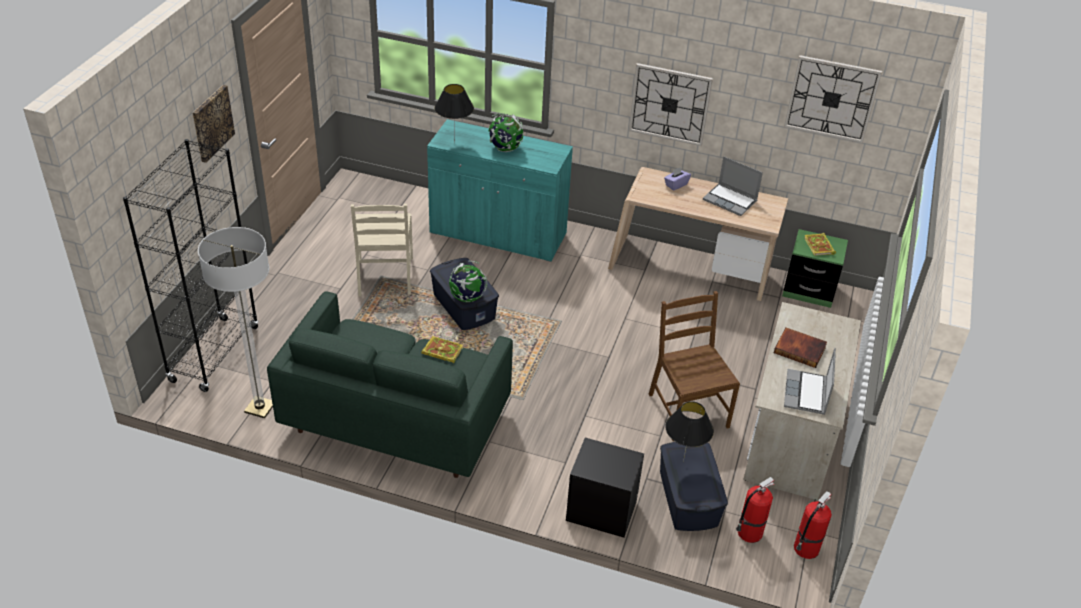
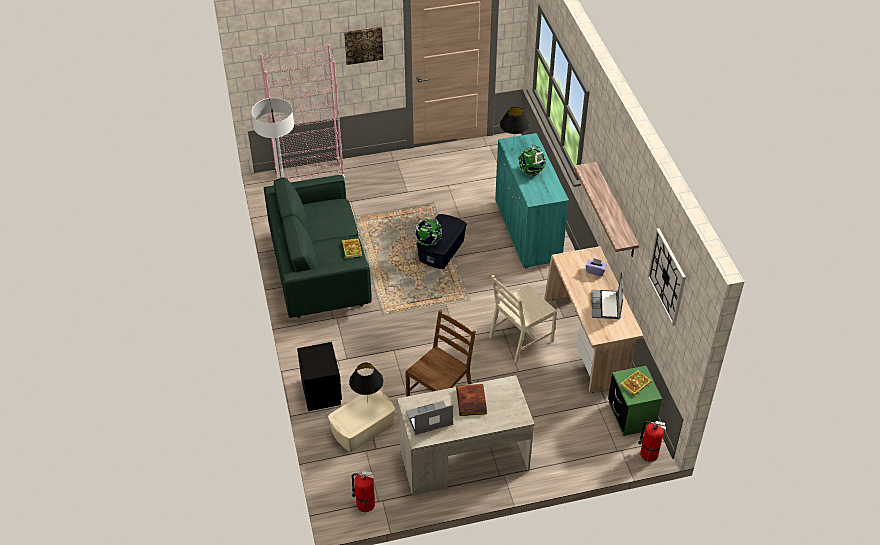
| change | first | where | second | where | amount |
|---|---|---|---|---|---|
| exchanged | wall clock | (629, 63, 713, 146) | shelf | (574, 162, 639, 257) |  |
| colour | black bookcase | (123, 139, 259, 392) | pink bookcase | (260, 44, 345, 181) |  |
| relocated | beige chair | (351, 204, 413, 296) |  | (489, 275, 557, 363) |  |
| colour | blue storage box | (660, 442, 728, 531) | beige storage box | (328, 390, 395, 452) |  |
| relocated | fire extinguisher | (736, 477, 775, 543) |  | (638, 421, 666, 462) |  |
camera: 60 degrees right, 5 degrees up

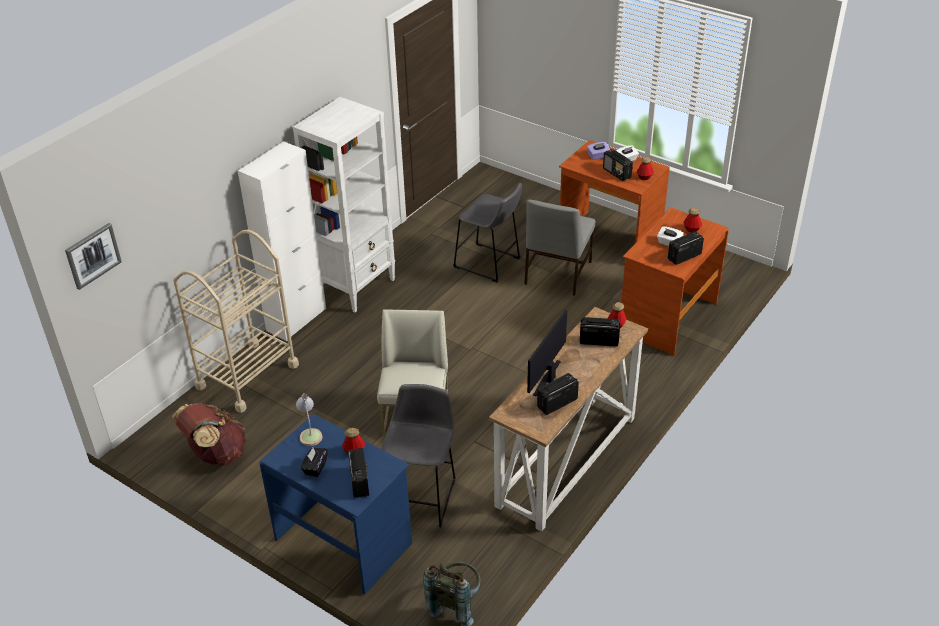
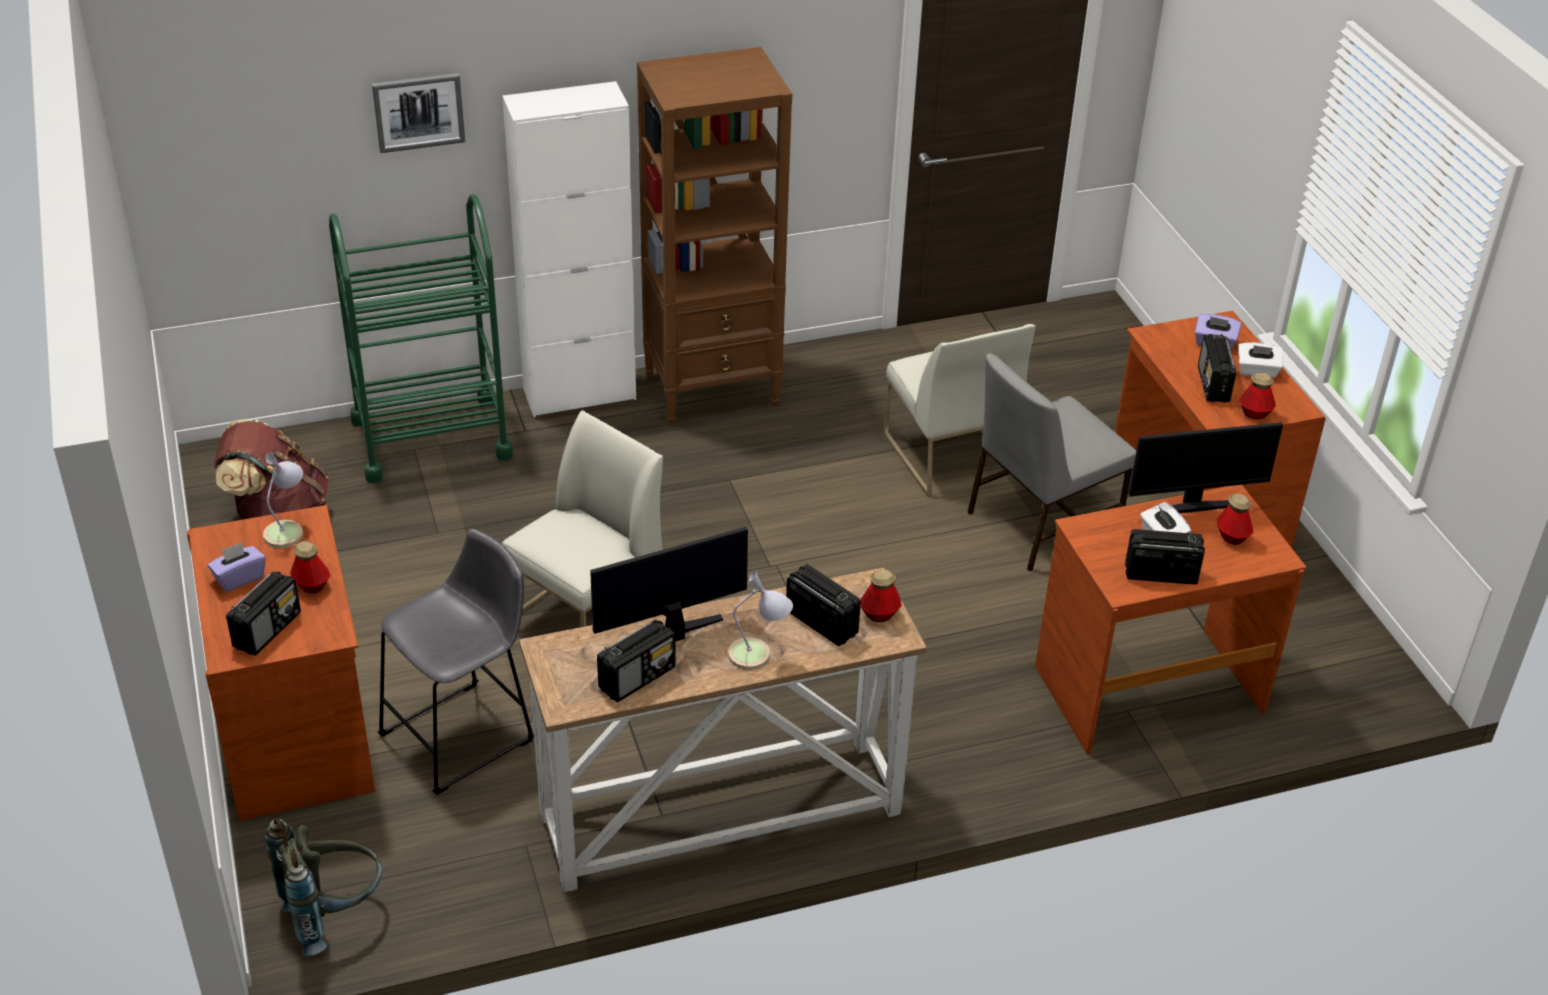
| change | first | where | second | where | amount |
|---|---|---|---|---|---|
| colour | white bookcase | (293, 97, 395, 312) | brown bookcase | (637, 47, 792, 425) |  |
| exchanged | grey stool | (453, 183, 522, 282) | white chair | (884, 324, 1035, 497) |  |
| relocated | picture | (65, 223, 122, 290) |  | (372, 73, 465, 153) |  |
| colour | beige cart | (173, 230, 299, 413) | green cart | (329, 194, 513, 483) |  |
| spun | radio | (537, 373, 579, 415) |  | (597, 620, 676, 702) | 135 degrees clockwise |
| colour | blue desk | (259, 414, 412, 595) | brown desk | (187, 505, 375, 821) |  |
| colour | black tissue box | (301, 448, 328, 477) | purple tissue box | (207, 542, 266, 592) |  |
| appeared |  |  | monitor | (1128, 422, 1283, 513) |  |
| appeared |  |  | table lamp | (728, 571, 793, 670) |  |
camera: 35 degrees right, 0 degrees up

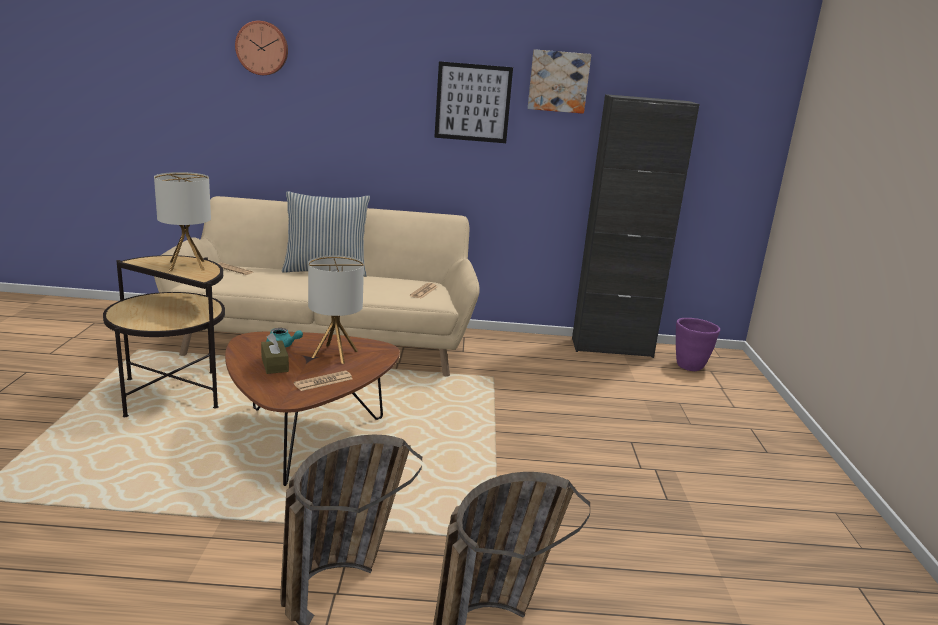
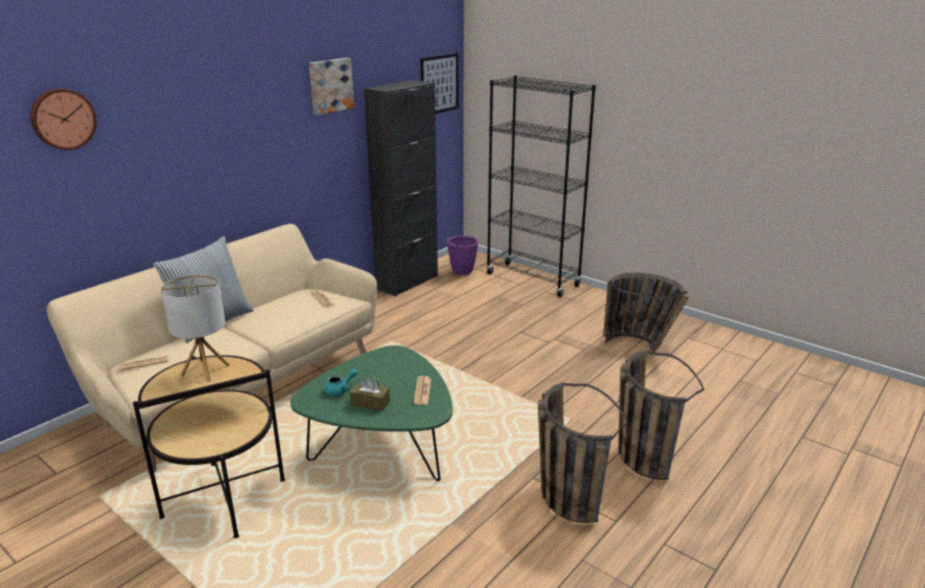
| change | first | where | second | where | amount |
|---|---|---|---|---|---|
| relocated | picture | (434, 61, 513, 143) |  | (420, 53, 458, 114) |  |
| missing | table lamp | (308, 255, 364, 364) |  |  |  |
| colour | brown coffee table | (225, 331, 400, 486) | green coffee table | (290, 345, 453, 481) |  |
| appeared |  |  | black bookcase | (486, 75, 596, 297) |  |
| appeared |  |  | basket | (603, 273, 689, 352) |  |
camera: 50 degrees left, 5 degrees up

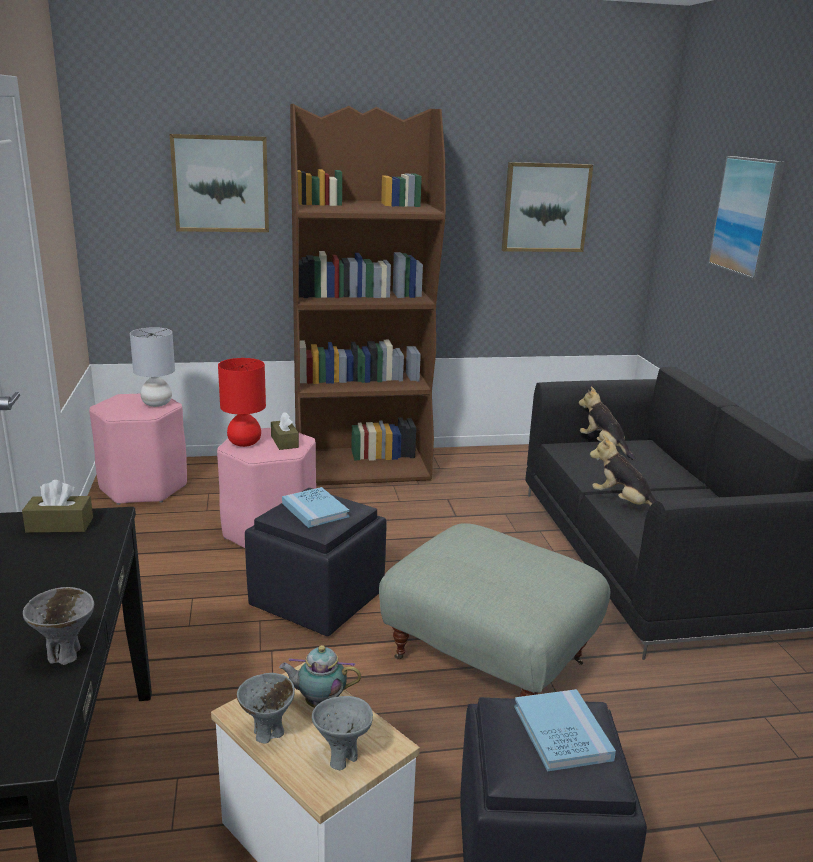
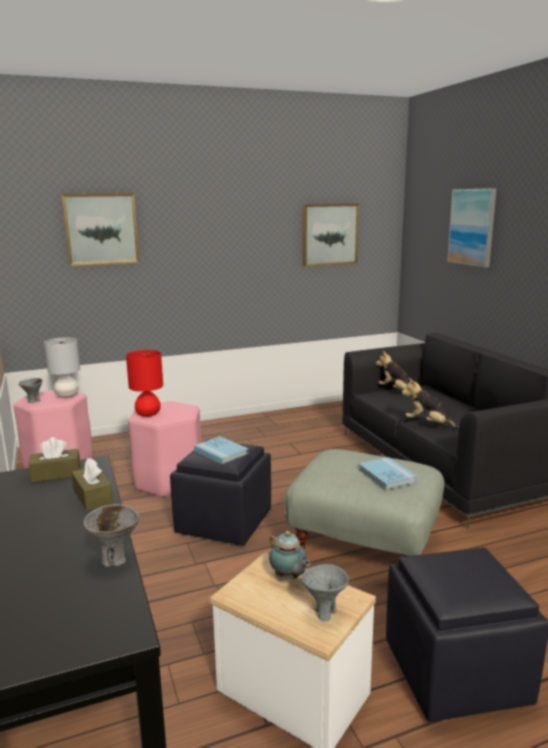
| change | first | where | second | where | amount |
|---|---|---|---|---|---|
| missing | brown bookcase | (290, 104, 446, 486) |  |  |  |
| relocated | brown tissue box | (271, 412, 299, 450) |  | (72, 458, 113, 511) |  |
| spun | teapot | (279, 645, 361, 708) |  | (269, 531, 310, 580) | 120 degrees counterclockwise |
| relocated | grey bowl | (237, 673, 295, 743) |  | (19, 378, 43, 403) |  |
| relocated | blue book | (514, 689, 616, 772) |  | (358, 457, 417, 490) |  |
camera: 10 degrees left, 5 degrees down

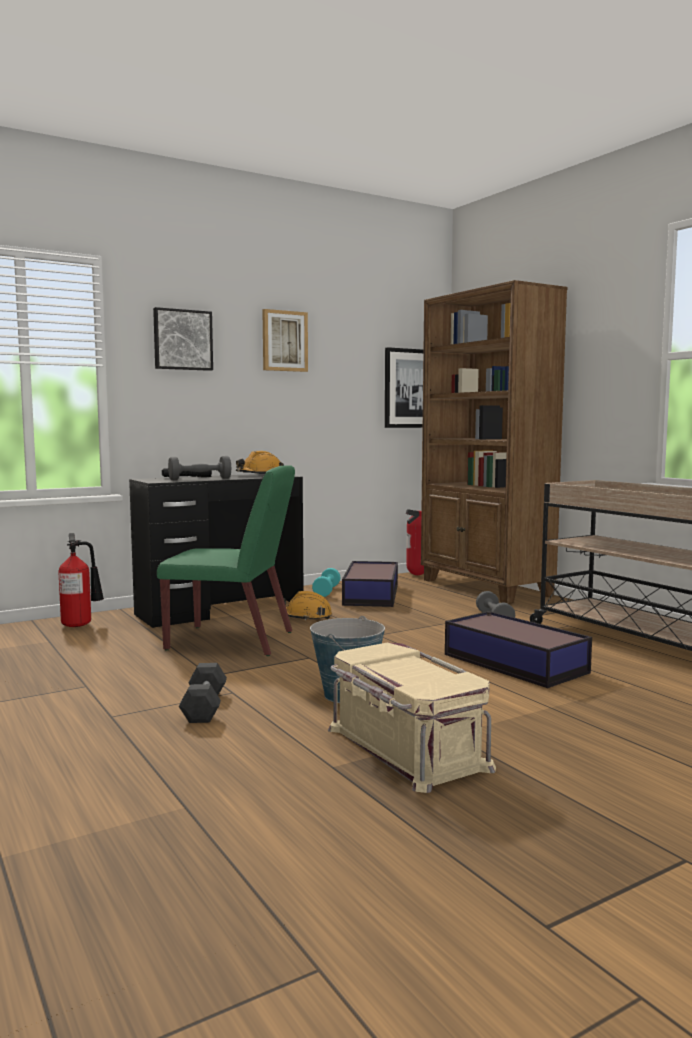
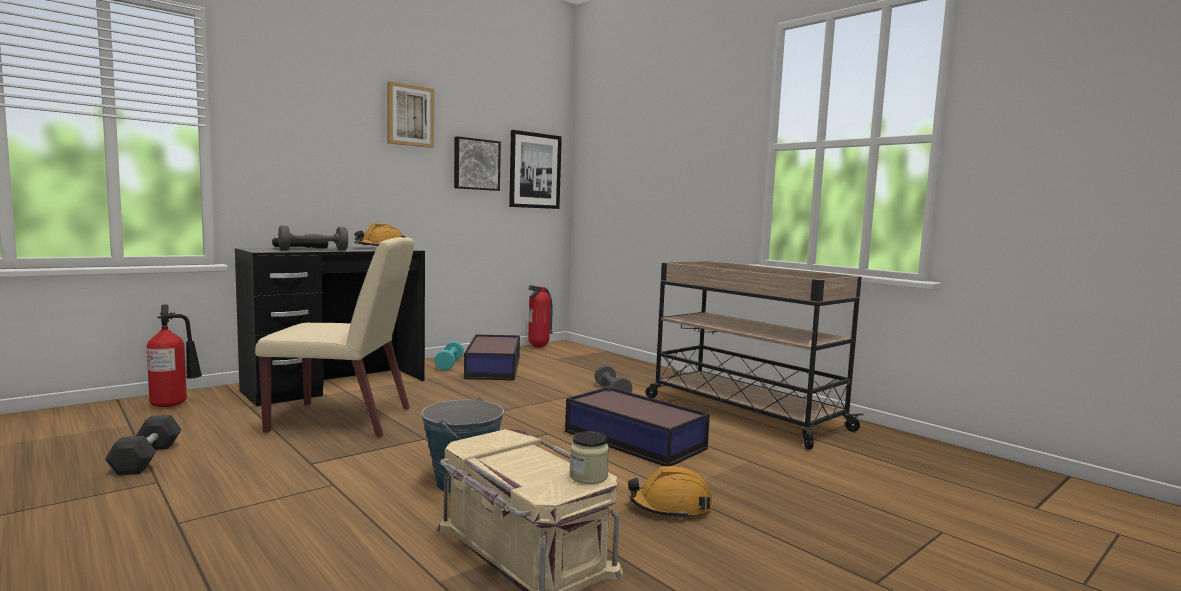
| change | first | where | second | where | amount |
|---|---|---|---|---|---|
| missing | brown bookcase | (421, 280, 567, 604) |  |  |  |
| relocated | picture | (153, 307, 213, 371) |  | (454, 136, 501, 191) |  |
| colour | green chair | (157, 465, 295, 656) | beige chair | (255, 237, 414, 438) |  |
| relocated | orange hard hat | (284, 591, 332, 621) |  | (628, 466, 713, 520) |  |
| relocated | black dumbbell | (179, 663, 227, 723) |  | (105, 415, 182, 475) |  |
| appeared |  |  | jar | (569, 431, 609, 484) |  |
camera: 10 degrees left, 0 degrees up

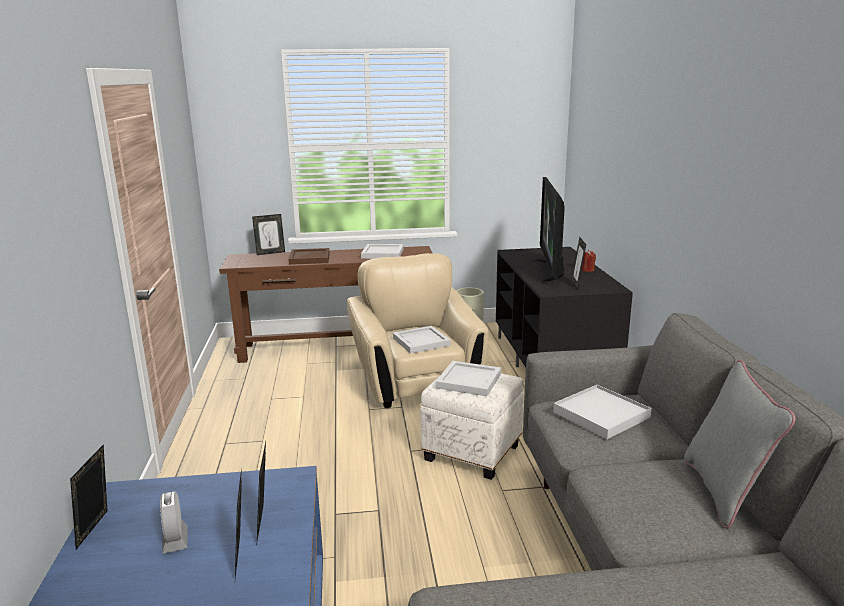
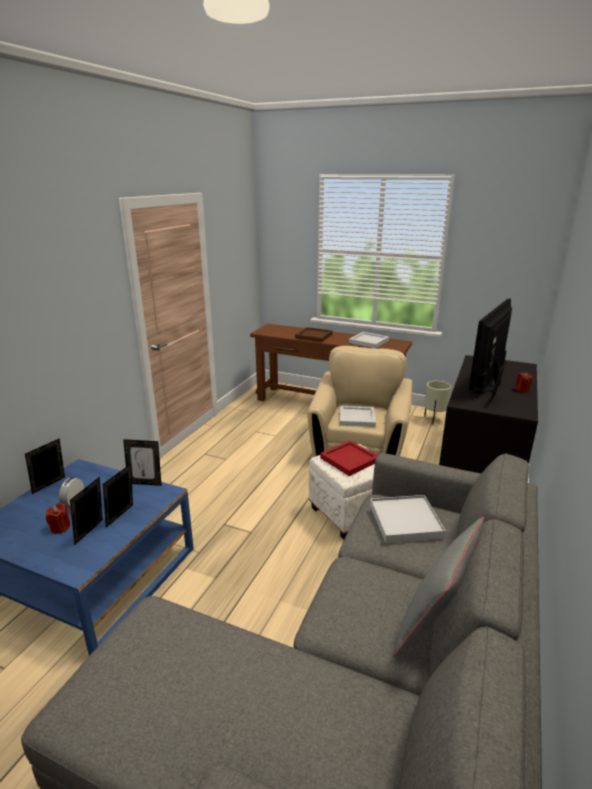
| change | first | where | second | where | amount |
|---|---|---|---|---|---|
| relocated | picture frame | (252, 214, 285, 255) |  | (123, 439, 161, 486) |  |
| colour | white tray | (436, 361, 501, 396) | red tray | (320, 440, 378, 476) |  |
| appeared |  |  | red candle | (46, 503, 70, 534) |  |
camera: 30 degrees right, 5 degrees up

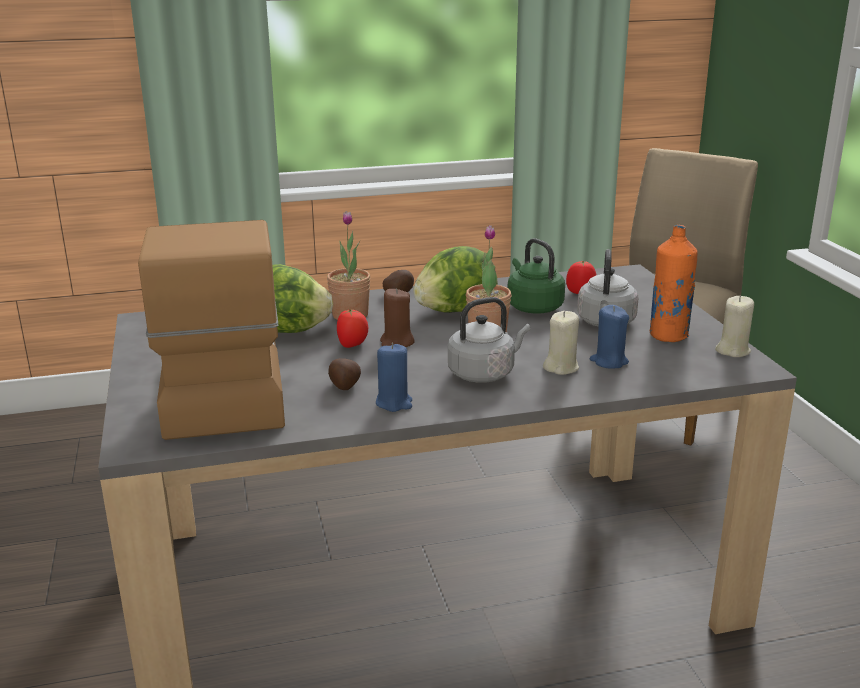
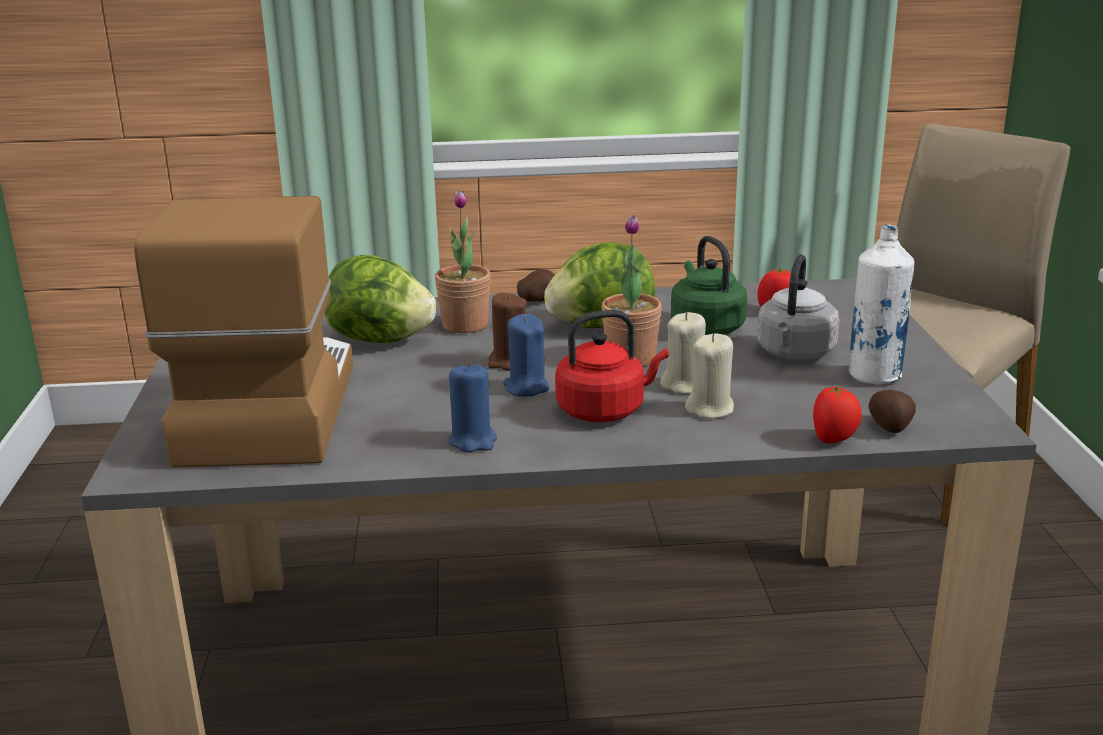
| change | first | where | second | where | amount |
|---|---|---|---|---|---|
| colour | orange bottle | (650, 225, 697, 342) | white bottle | (849, 224, 914, 385) |  |
| relocated | beige candle | (715, 296, 754, 357) |  | (660, 312, 706, 394) |  |
| colour | grey kettle | (448, 297, 531, 383) | red kettle | (555, 310, 669, 422) |  |
| relocated | blue candle | (590, 305, 629, 369) |  | (503, 314, 549, 396) |  |
| relocated | tomato | (337, 309, 368, 348) |  | (813, 386, 862, 443) |  |
| relocated | potato | (328, 358, 361, 390) |  | (869, 390, 916, 433) |  |
camera: 10 degrees right, 0 degrees up

